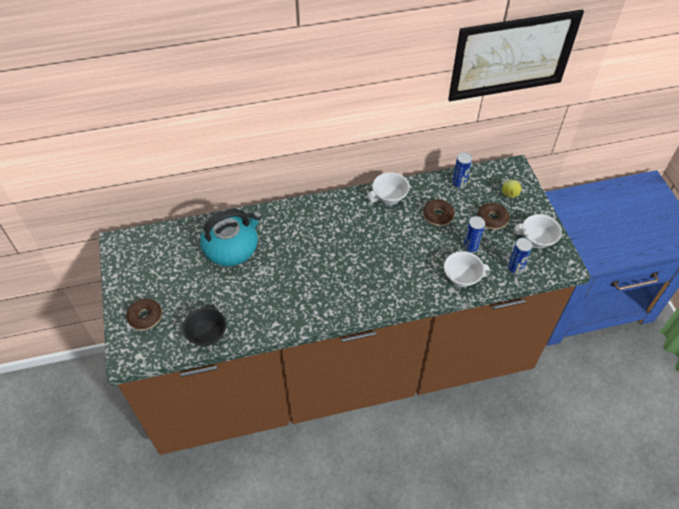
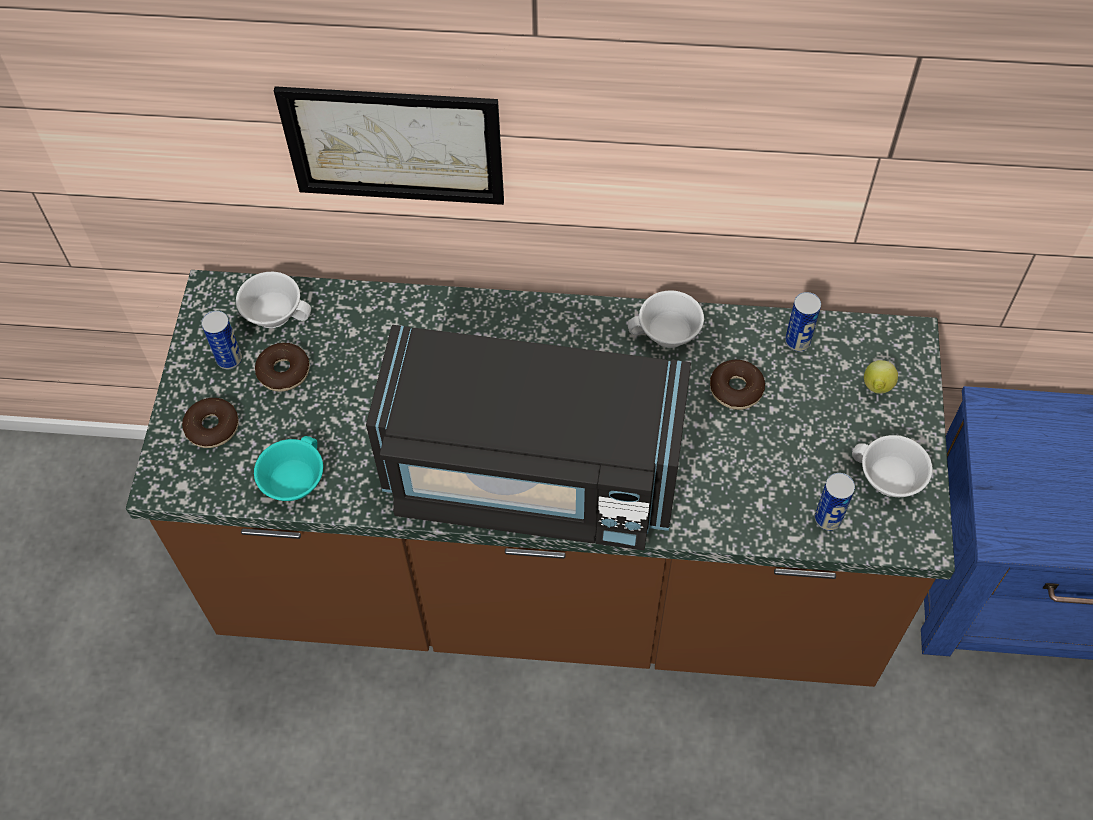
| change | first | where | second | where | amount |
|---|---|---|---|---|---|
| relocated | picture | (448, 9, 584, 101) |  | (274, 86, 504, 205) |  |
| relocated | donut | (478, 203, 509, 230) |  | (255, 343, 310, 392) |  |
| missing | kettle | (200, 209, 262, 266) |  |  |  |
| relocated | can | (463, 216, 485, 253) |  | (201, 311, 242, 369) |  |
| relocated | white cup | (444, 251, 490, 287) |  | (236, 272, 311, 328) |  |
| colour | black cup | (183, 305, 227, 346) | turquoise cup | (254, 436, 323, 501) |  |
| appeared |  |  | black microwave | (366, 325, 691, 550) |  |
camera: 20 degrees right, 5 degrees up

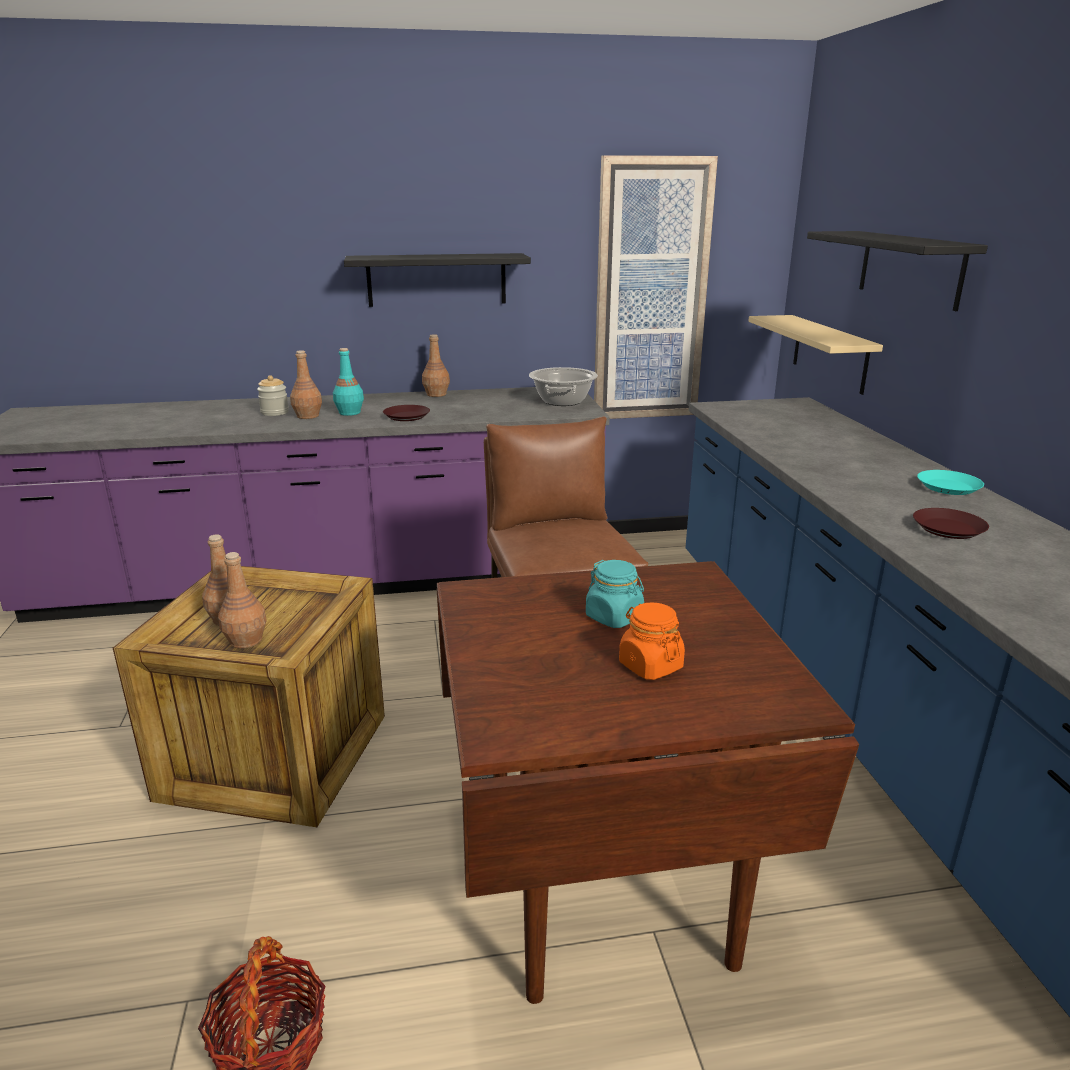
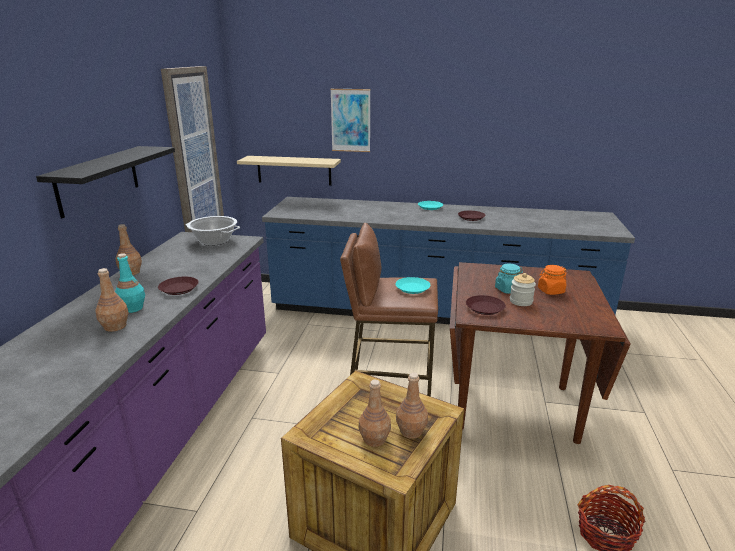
| change | first | where | second | where | amount |
|---|---|---|---|---|---|
| exchanged | black shelf | (807, 231, 988, 311) | picture | (330, 89, 370, 152) |  |
| relocated | jar | (257, 375, 289, 416) |  | (510, 273, 536, 306) |  |
| appeared |  |  | turquoise plate | (396, 277, 430, 294) |  |
| appeared |  |  | brown plate | (466, 295, 506, 315) |  |
camera: 70 degrees left, 0 degrees up

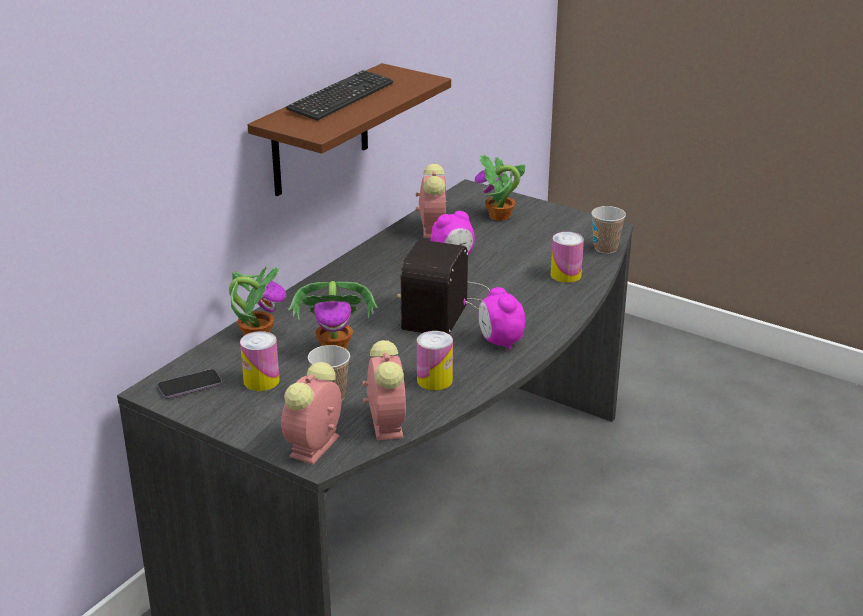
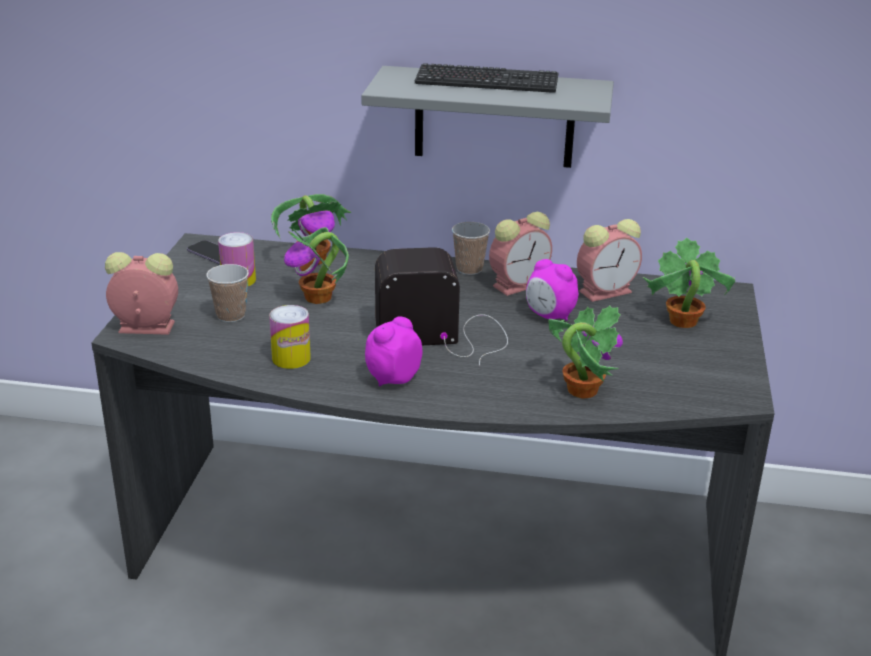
| change | first | where | second | where | amount |
|---|---|---|---|---|---|
| colour | brown shelf | (248, 63, 451, 196) | grey shelf | (361, 66, 614, 168) |  |
| relocated | cup | (591, 206, 626, 254) |  | (452, 222, 490, 275) |  |
| exchanged | can | (551, 232, 584, 283) | potted plant | (548, 305, 623, 399) |  |
| relocated | alarm clock | (363, 340, 407, 440) |  | (489, 212, 552, 296) |  |
camera: 65 degrees right, 0 degrees up

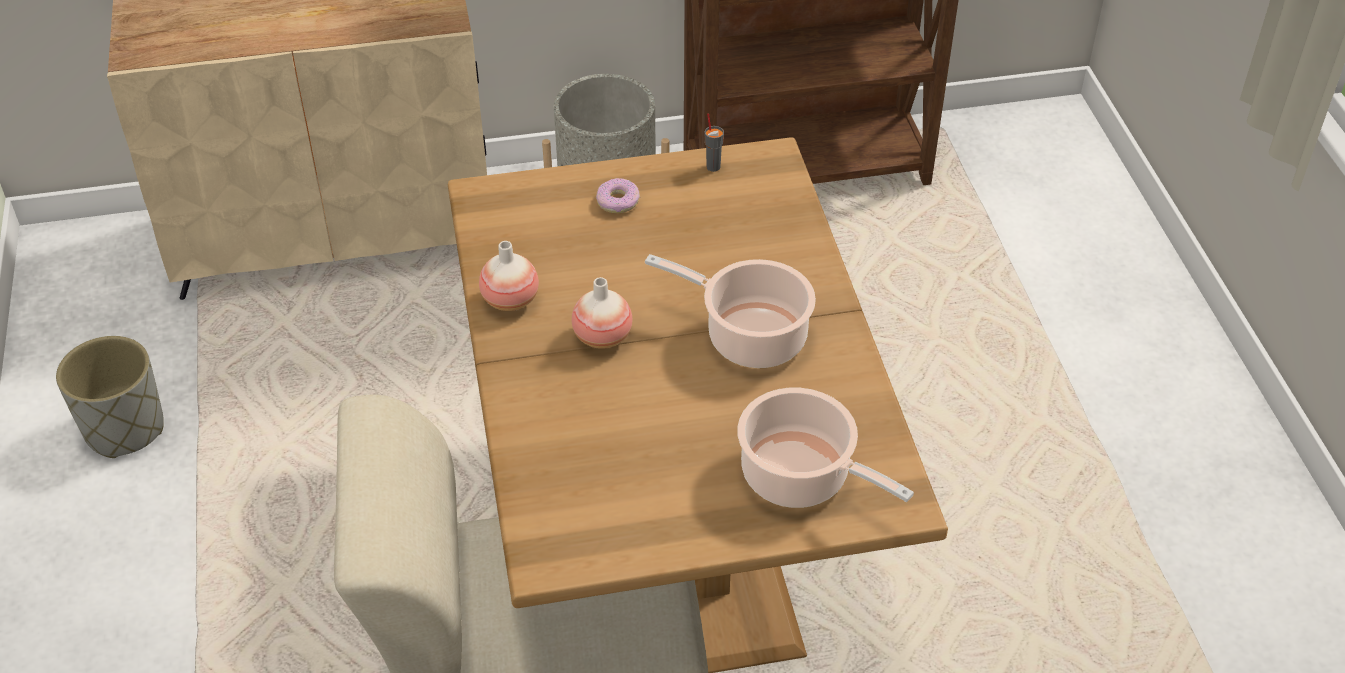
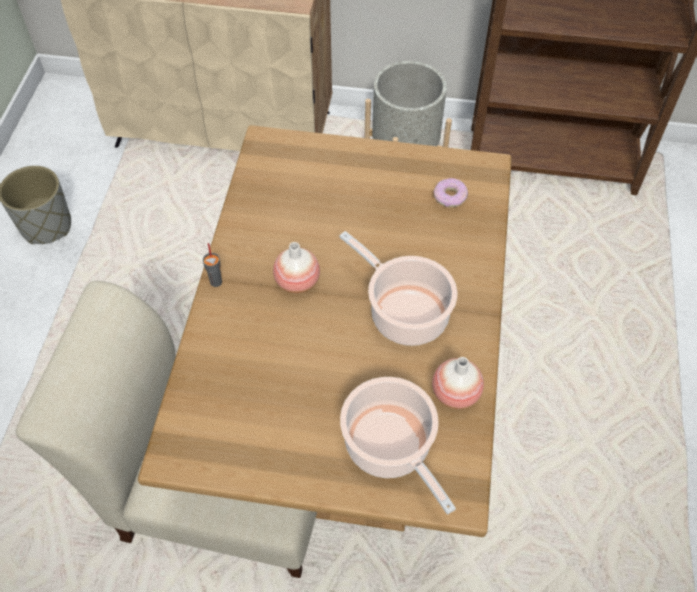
| change | first | where | second | where | amount |
|---|---|---|---|---|---|
| relocated | grey cup | (704, 113, 724, 172) |  | (203, 243, 222, 287) |  |
| relocated | donut | (596, 178, 640, 213) |  | (434, 178, 468, 208) |  |
| relocated | vase | (479, 241, 539, 311) |  | (432, 357, 484, 409) |  |
camera: 20 degrees right, 10 degrees up

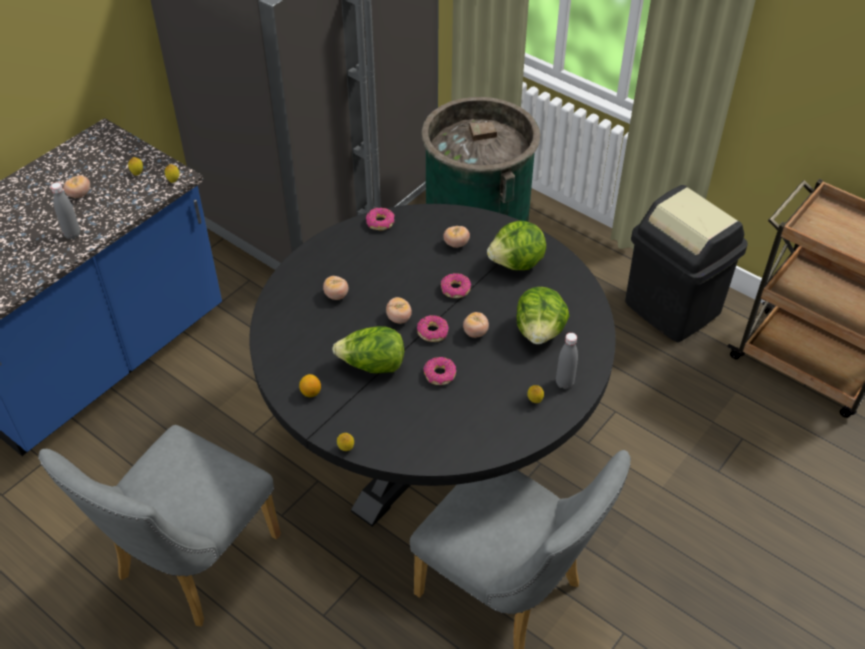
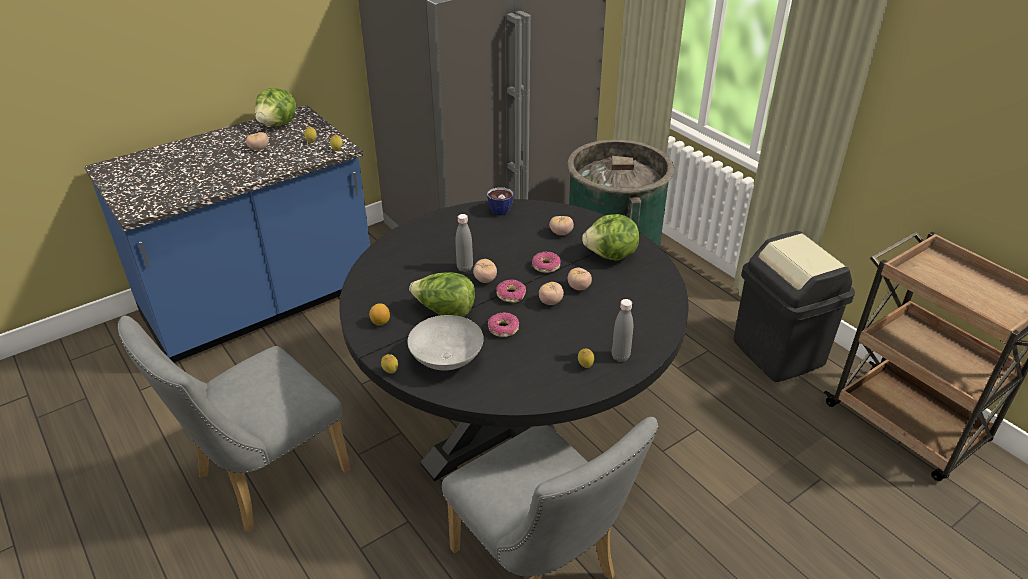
| change | first | where | second | where | amount |
|---|---|---|---|---|---|
| relocated | grey bottle | (51, 182, 80, 239) |  | (455, 214, 473, 272) |  |
| exchanged | donut | (366, 208, 394, 231) | cup | (487, 187, 513, 215) |  |
| relocated | tomato | (323, 276, 349, 300) |  | (568, 267, 592, 290) |  |
| relocated | lettuce | (516, 287, 569, 344) |  | (255, 88, 296, 126) |  |
| appeared |  |  | grey bowl | (408, 315, 484, 371) |  |
camera: 15 degrees right, 10 degrees down

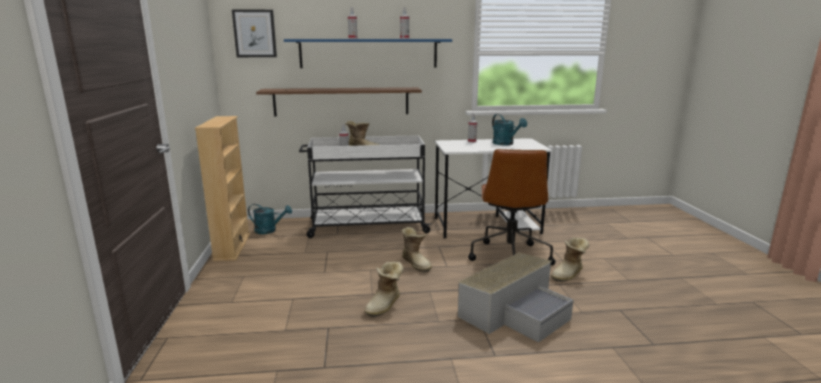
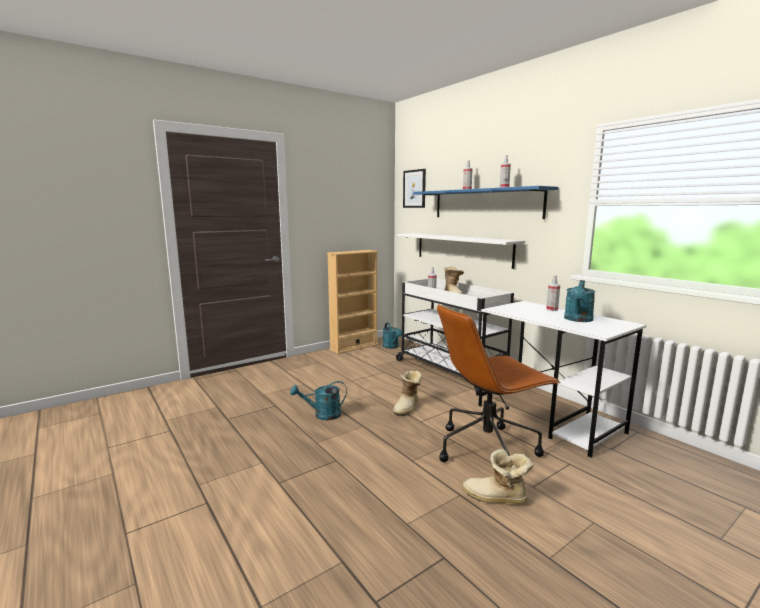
| change | first | where | second | where | amount |
|---|---|---|---|---|---|
| colour | brown shelf | (256, 87, 422, 116) | white shelf | (397, 233, 525, 269) |  |
| missing | grey storage box | (458, 252, 574, 343) |  |  |  |
| exchanged | boot | (364, 261, 404, 317) | turquoise watering can | (290, 381, 347, 420) |  |
camera: 60 degrees right, 5 degrees down

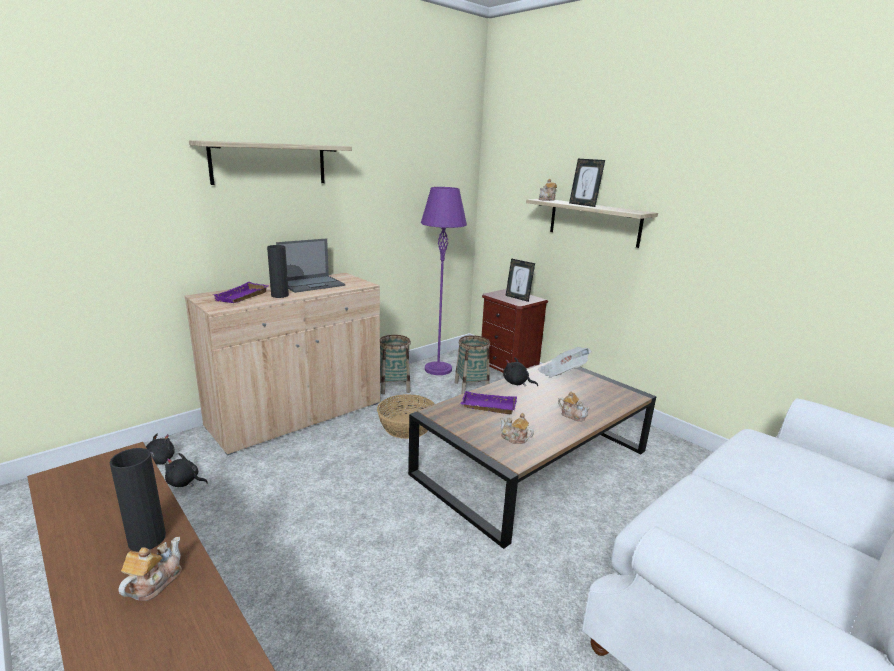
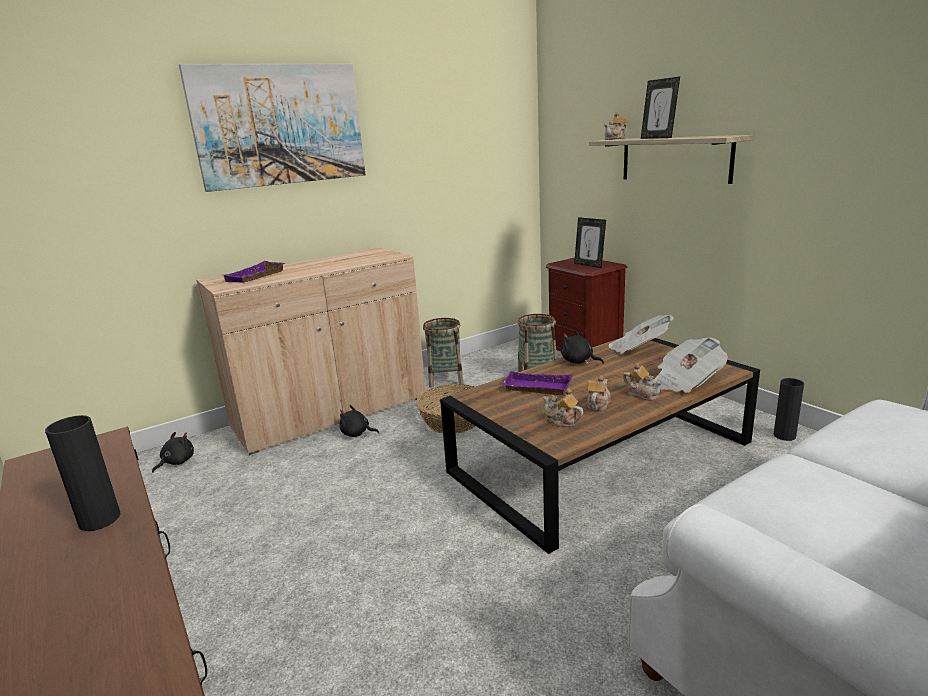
| change | first | where | second | where | amount |
|---|---|---|---|---|---|
| exchanged | shelf | (189, 140, 352, 185) | picture | (179, 64, 366, 192) |  |
| missing | purple floor lamp | (421, 187, 467, 375) |  |  |  |
| missing | laptop | (276, 238, 345, 293) |  |  |  |
| relocated | black vase | (267, 245, 289, 298) |  | (774, 378, 804, 441) |  |
| relocated | black plush toy | (165, 453, 208, 487) |  | (339, 405, 379, 437) |  |
| relocated | teapot | (118, 537, 182, 601) |  | (586, 376, 611, 411) |  |
| appeared |  |  | newspaper | (653, 338, 728, 393) |  |
camera: 10 degrees right, 0 degrees up

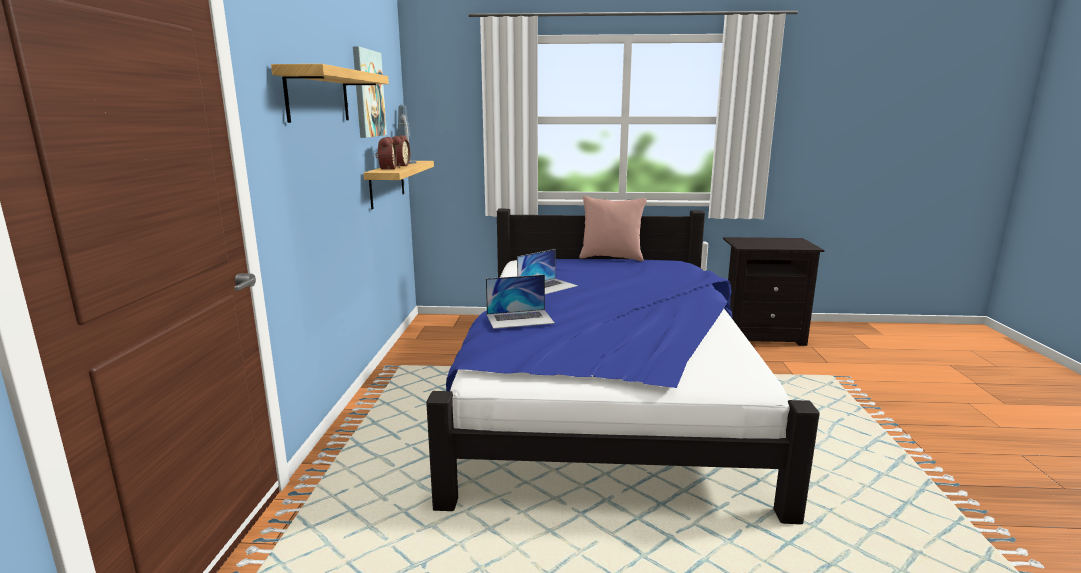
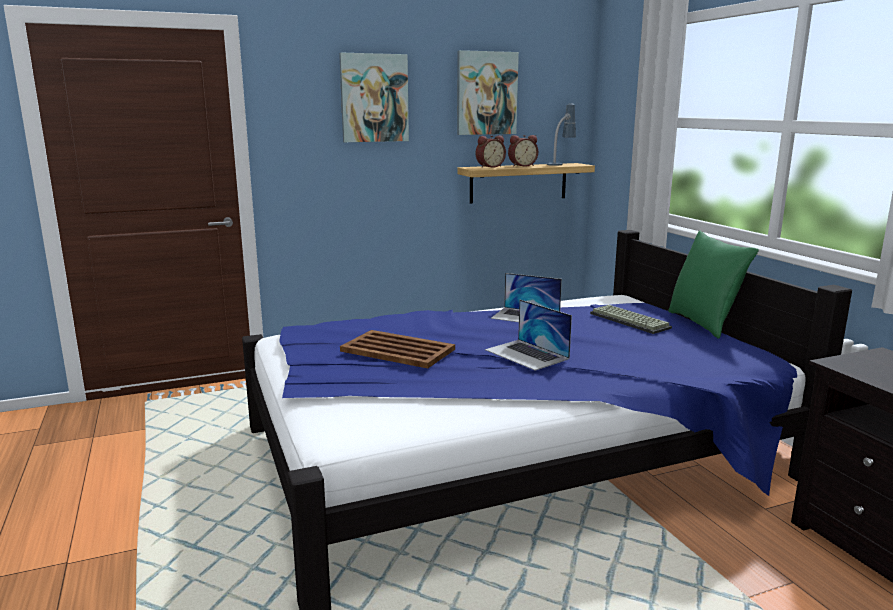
| change | first | where | second | where | amount |
|---|---|---|---|---|---|
| exchanged | shelf | (271, 64, 389, 123) | picture | (339, 53, 409, 142) |  |
| colour | pink pillow | (579, 196, 647, 261) | green pillow | (668, 230, 759, 339) |  |
| relocated | laptop | (486, 275, 555, 329) |  | (485, 300, 572, 371) |  |
| appeared |  |  | keyboard | (590, 305, 672, 334) |  |
| appeared |  |  | brown tray | (340, 330, 455, 368) |  |
camera: 65 degrees right, 0 degrees up

